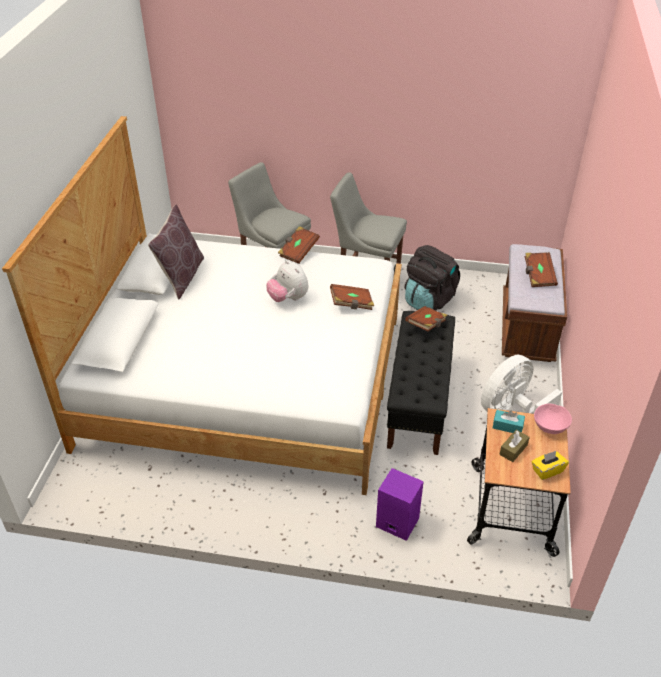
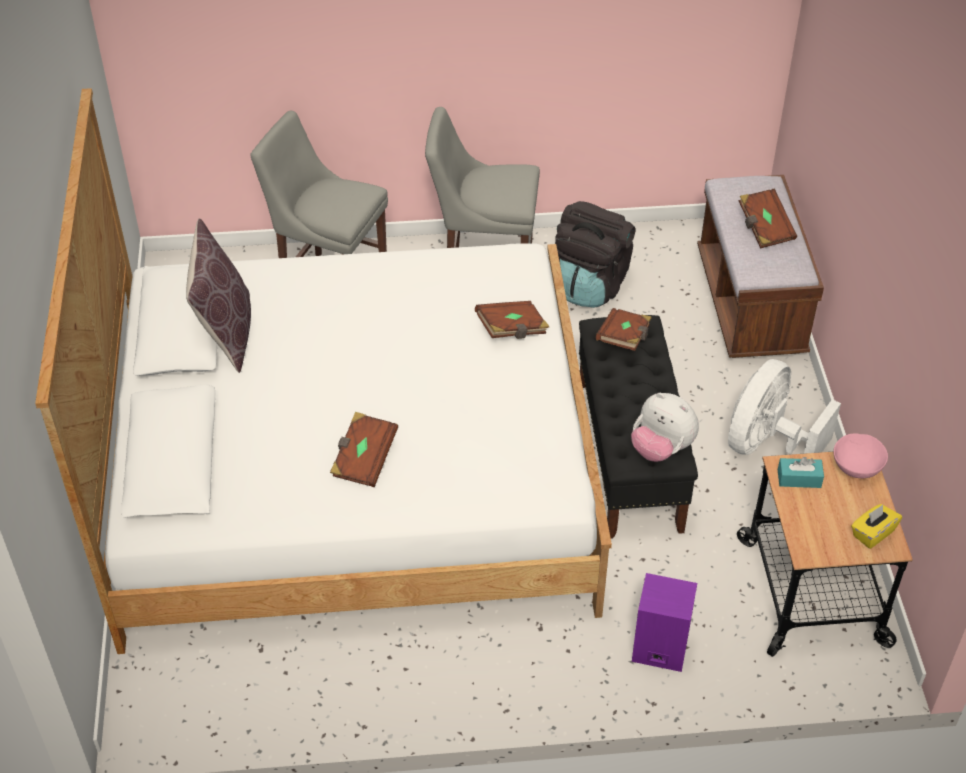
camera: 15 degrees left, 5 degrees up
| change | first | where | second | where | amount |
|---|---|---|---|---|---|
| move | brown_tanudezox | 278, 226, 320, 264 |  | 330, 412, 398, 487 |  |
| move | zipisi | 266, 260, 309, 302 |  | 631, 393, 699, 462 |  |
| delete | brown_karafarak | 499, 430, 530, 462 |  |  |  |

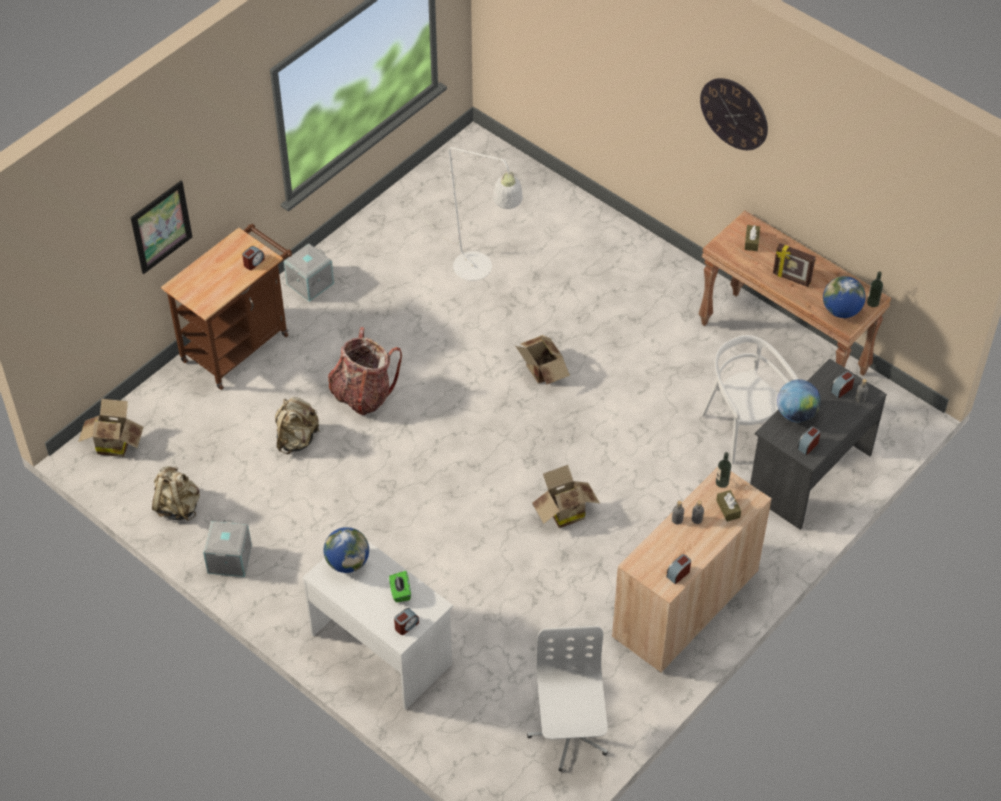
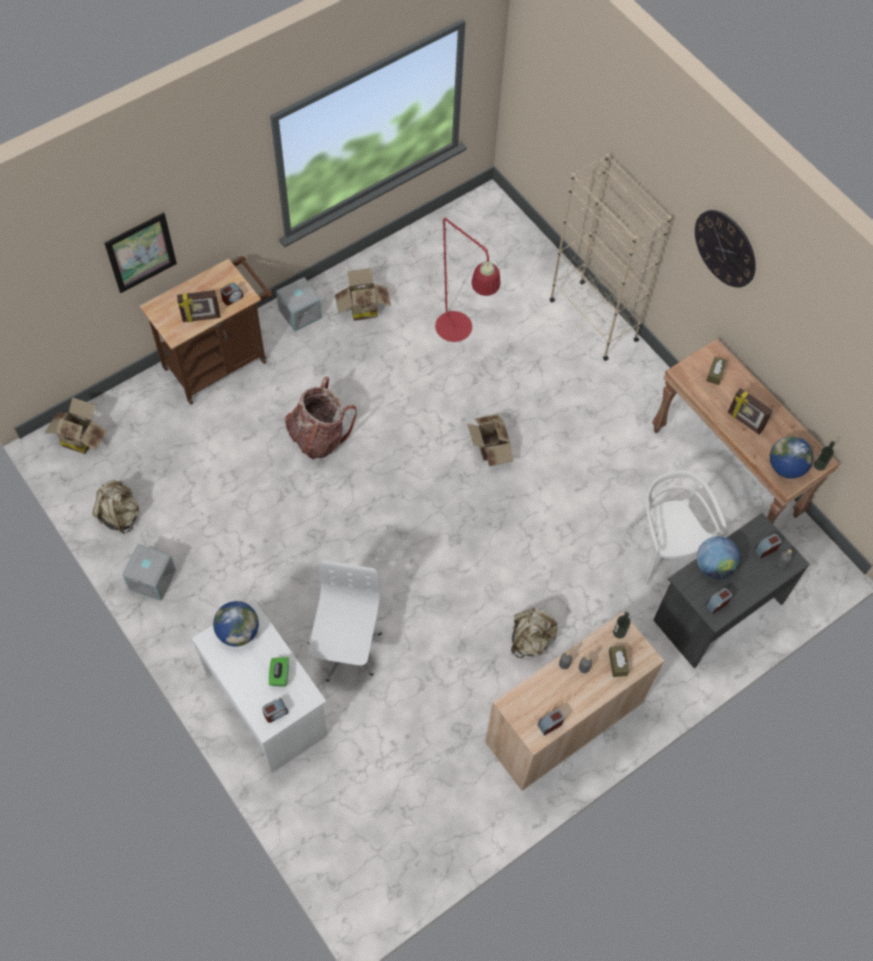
camera: 10 degrees right, 10 degrees up
| change | first | where | second | where | amount |
|---|---|---|---|---|---|
| insert |  |  | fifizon | 177, 290, 220, 322 |  |
| move | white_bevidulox | 527, 625, 608, 772 |  | 308, 560, 382, 682 |  |
| move | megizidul | 532, 465, 600, 528 |  | 335, 268, 391, 321 |  |
| recolor | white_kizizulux | 414, 147, 523, 281 | red_kizizulux | 412, 218, 500, 342 |  |
| move | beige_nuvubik | 275, 397, 320, 454 |  | 511, 608, 558, 658 |  |
| insert |  |  | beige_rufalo | 550, 154, 671, 361 |  |

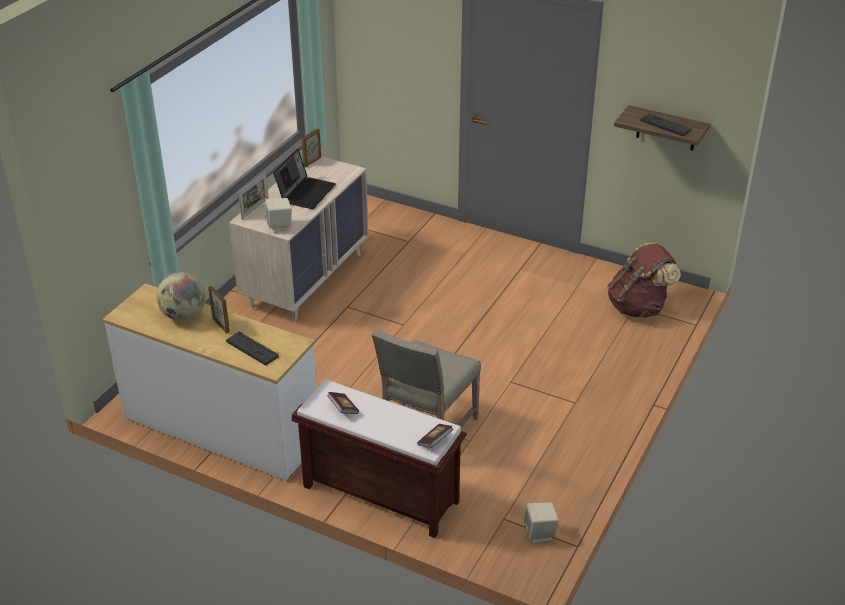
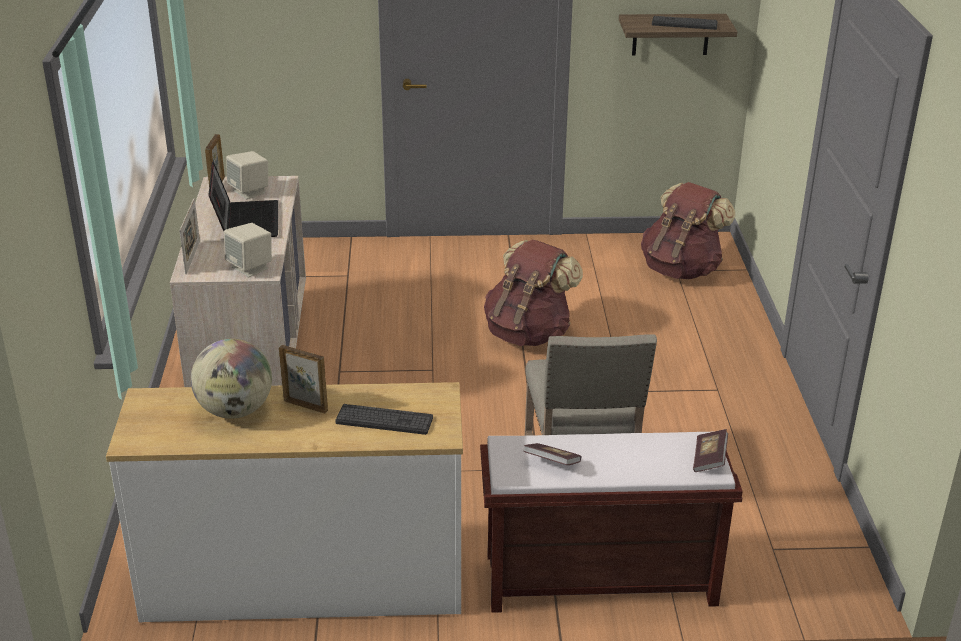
camera: 30 degrees left, 5 degrees down
| change | first | where | second | where | amount |
|---|---|---|---|---|---|
| move | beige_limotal | 524, 503, 559, 543 |  | 226, 151, 268, 199 |  |
| insert |  |  | brown_nuvubik | 484, 240, 583, 346 |  |

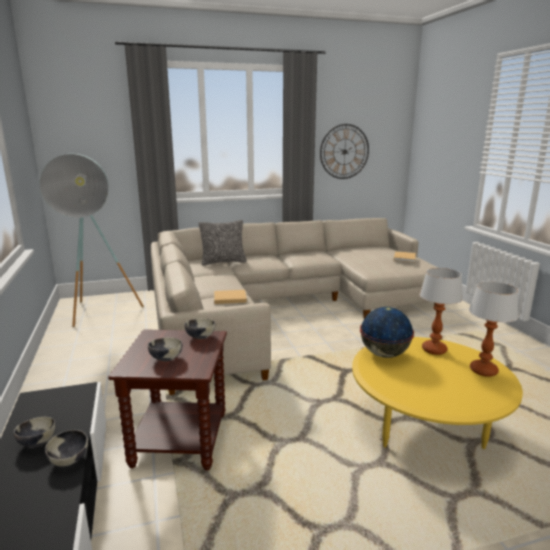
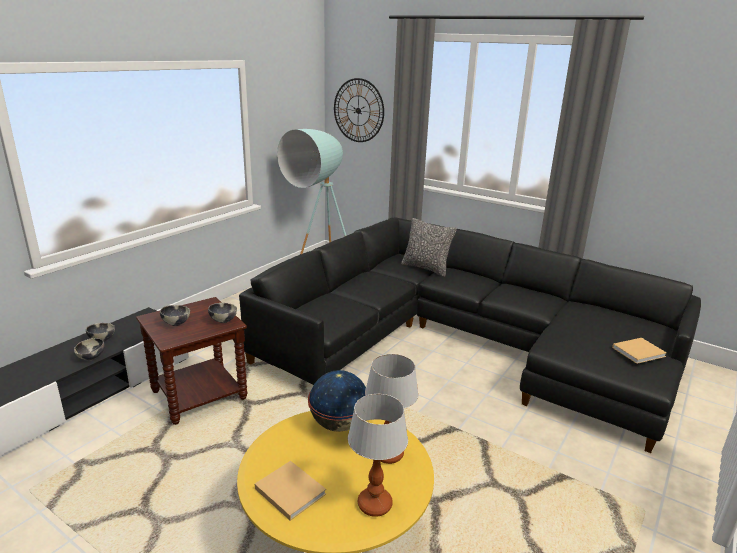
camera: 50 degrees right, 5 degrees up
| change | first | where | second | where | amount |
|---|---|---|---|---|---|
| recolor | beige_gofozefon | 151, 218, 438, 395 | black_gofozefon | 239, 217, 701, 453 |  |
| move | beige_tanudezox | 214, 290, 247, 304 |  | 255, 461, 326, 521 |  |
| move | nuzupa | 320, 124, 369, 179 |  | 334, 78, 384, 142 |  |

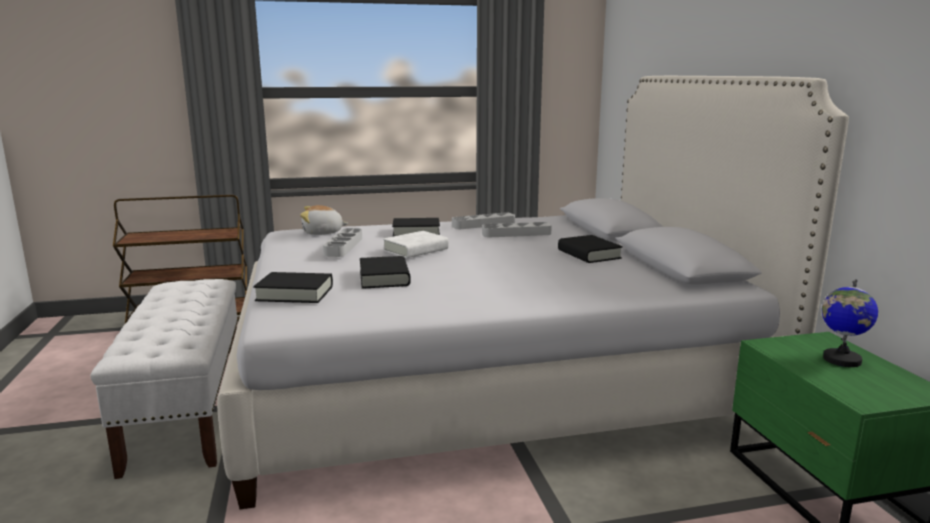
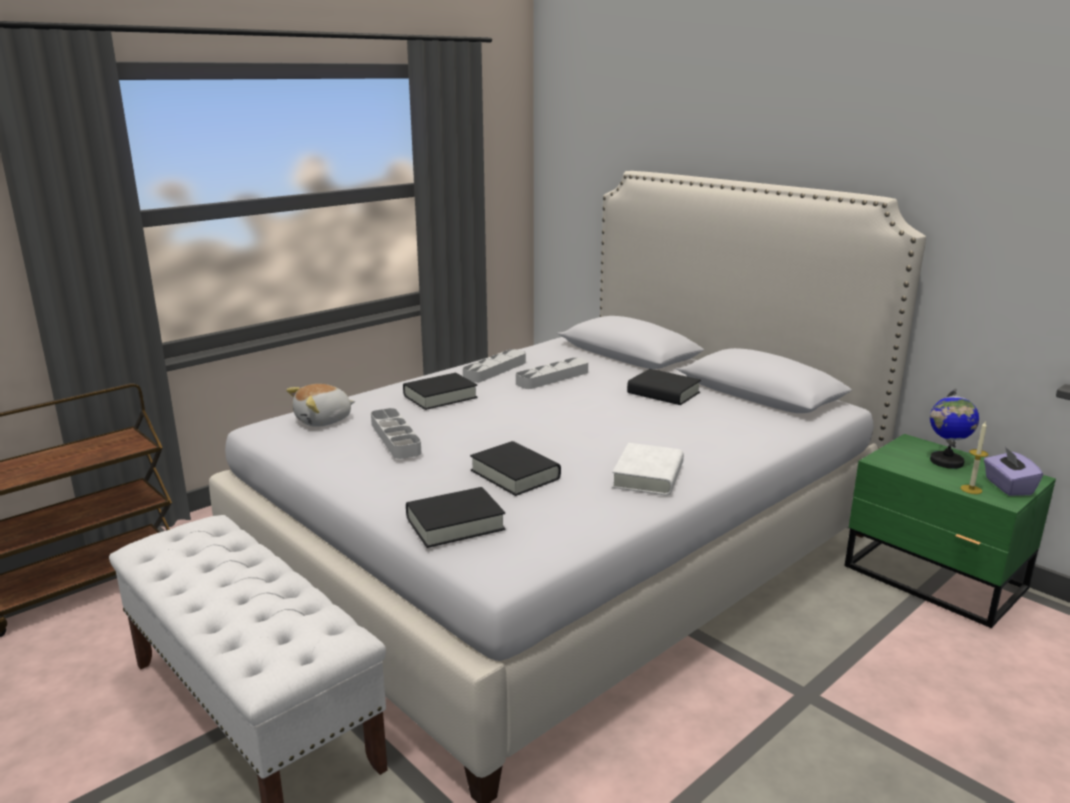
camera: 30 degrees left, 5 degrees up
| change | first | where | second | where | amount |
|---|---|---|---|---|---|
| move | white_tanudezox | 383, 231, 449, 258 |  | 612, 443, 684, 496 |  |
| insert |  |  | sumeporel | 960, 422, 988, 494 |  |
| insert |  |  | purple_karafarak | 984, 447, 1043, 496 |  |

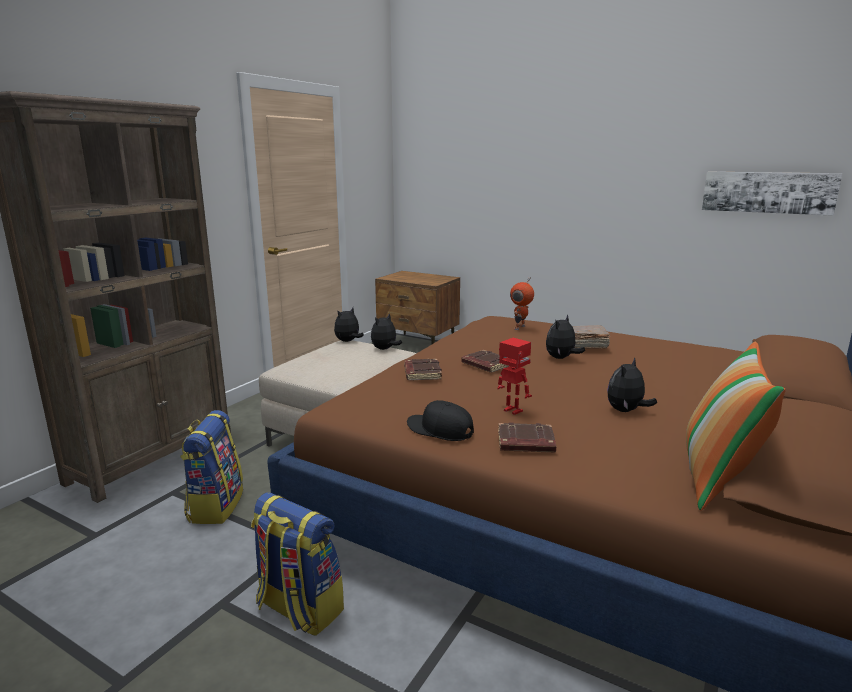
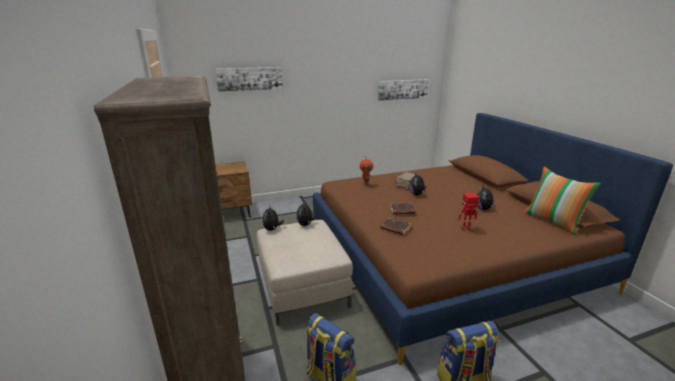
camera: 50 degrees left, 5 degrees up
| change | first | where | second | where | amount |
|---|---|---|---|---|---|
| insert |  |  | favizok | 215, 67, 283, 92 |  |
| delete | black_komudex | 407, 400, 474, 441 |  |  |  |
| delete | brown_tanudezox | 498, 422, 556, 452 |  |  |  |

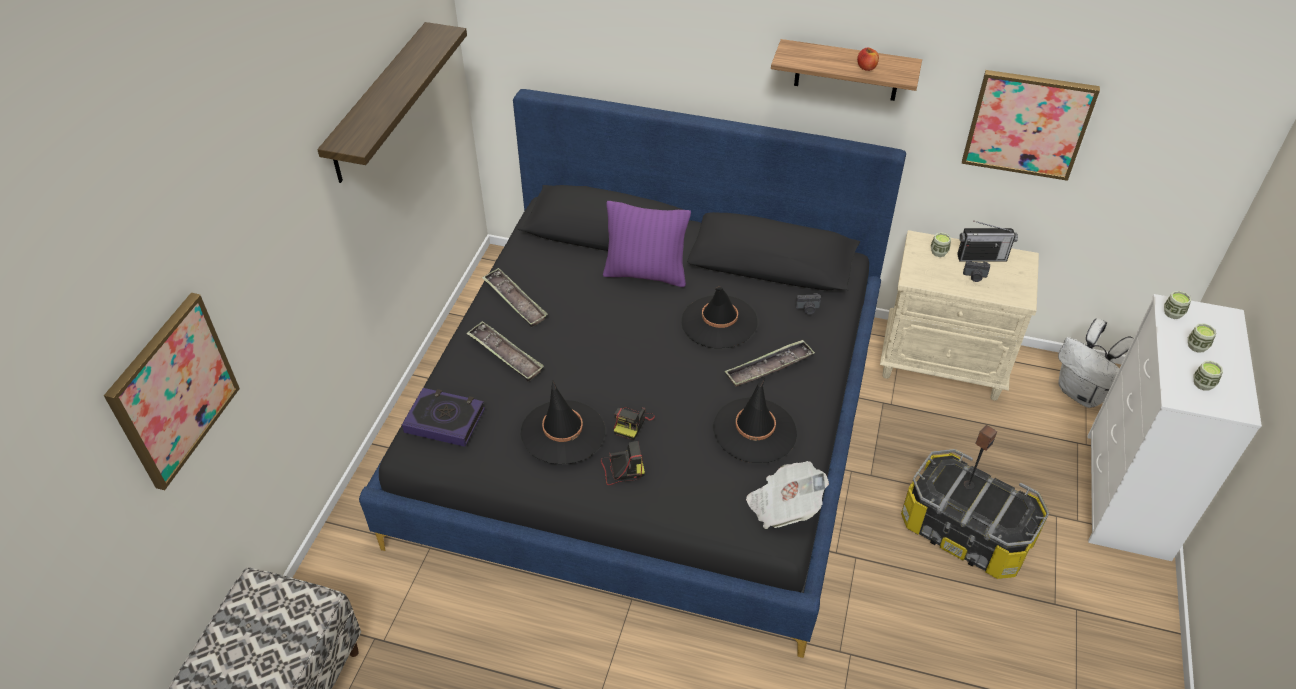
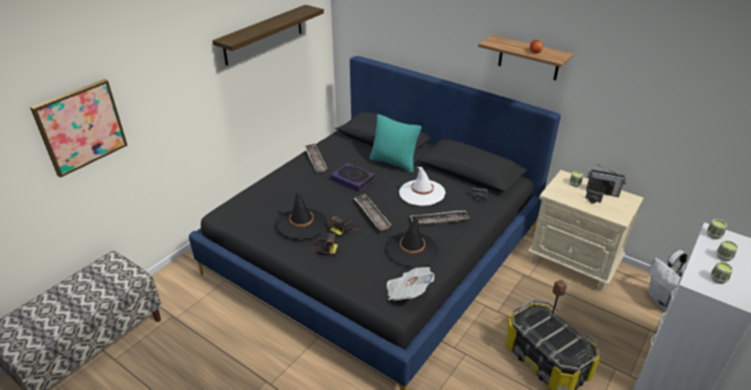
camera: 20 degrees right, 10 degrees down
| change | first | where | second | where | amount |
|---|---|---|---|---|---|
| move | tanudezox | 402, 388, 485, 447 |  | 331, 163, 376, 192 |  |
| move | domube | 466, 321, 544, 381 |  | 354, 194, 392, 232 |  |
| recolor | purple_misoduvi | 603, 201, 691, 287 | turquoise_misoduvi | 370, 114, 422, 173 |  |
| recolor | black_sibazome | 682, 286, 758, 348 | white_sibazome | 399, 167, 445, 206 |  |
| delete | favizok | 962, 70, 1100, 181 |  |  |  |

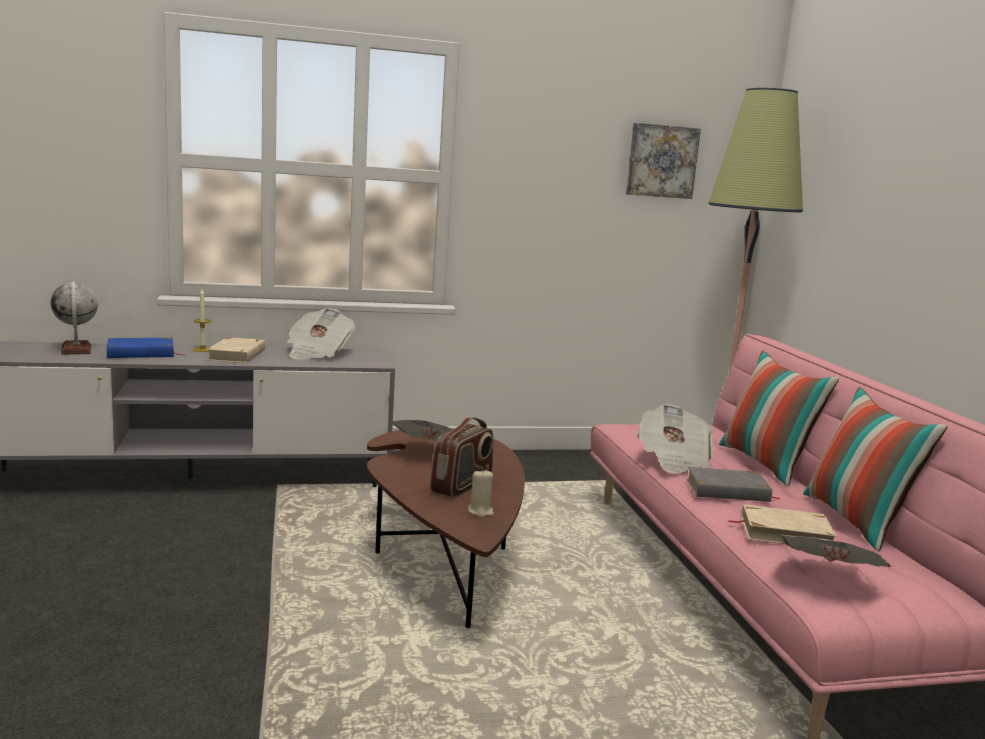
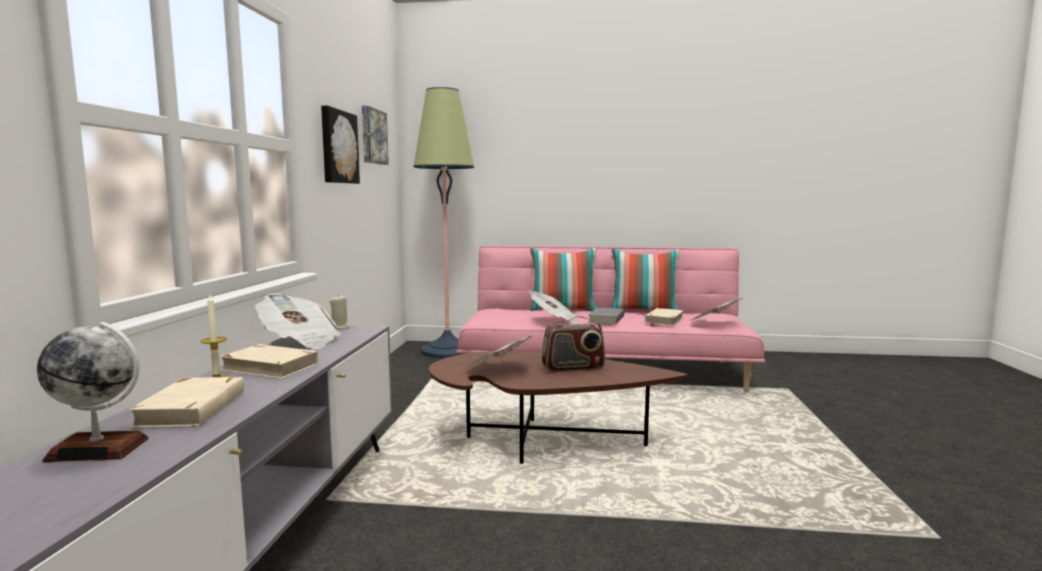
camera: 70 degrees left, 5 degrees down
| change | first | where | second | where | amount |
|---|---|---|---|---|---|
| recolor | blue_tanudezox | 107, 338, 186, 358 | beige_tanudezox | 128, 377, 244, 428 |  |
| insert |  |  | favizok | 321, 106, 360, 184 |  |
| move | beige_sumeporel | 468, 469, 494, 517 |  | 330, 294, 351, 329 |  |
| rotate | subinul | 430, 418, 493, 498 |  | 542, 316, 605, 372 | 120 degrees clockwise |

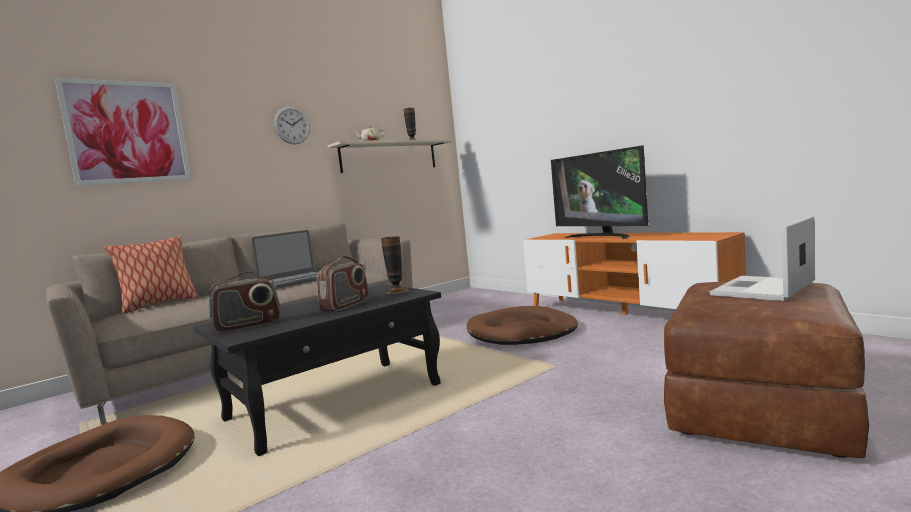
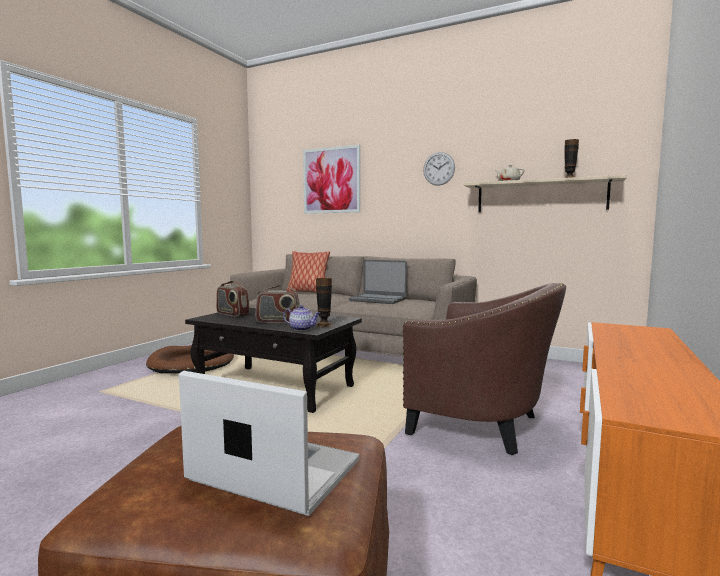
camera: 65 degrees right, 0 degrees up
| change | first | where | second | where | amount |
|---|---|---|---|---|---|
| insert |  |  | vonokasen | 283, 305, 320, 331 |  |
| replace | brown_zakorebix | 467, 306, 578, 345 | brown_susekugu | 403, 283, 566, 455 |  |
| delete | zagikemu | 551, 145, 648, 239 |  |  |  |

